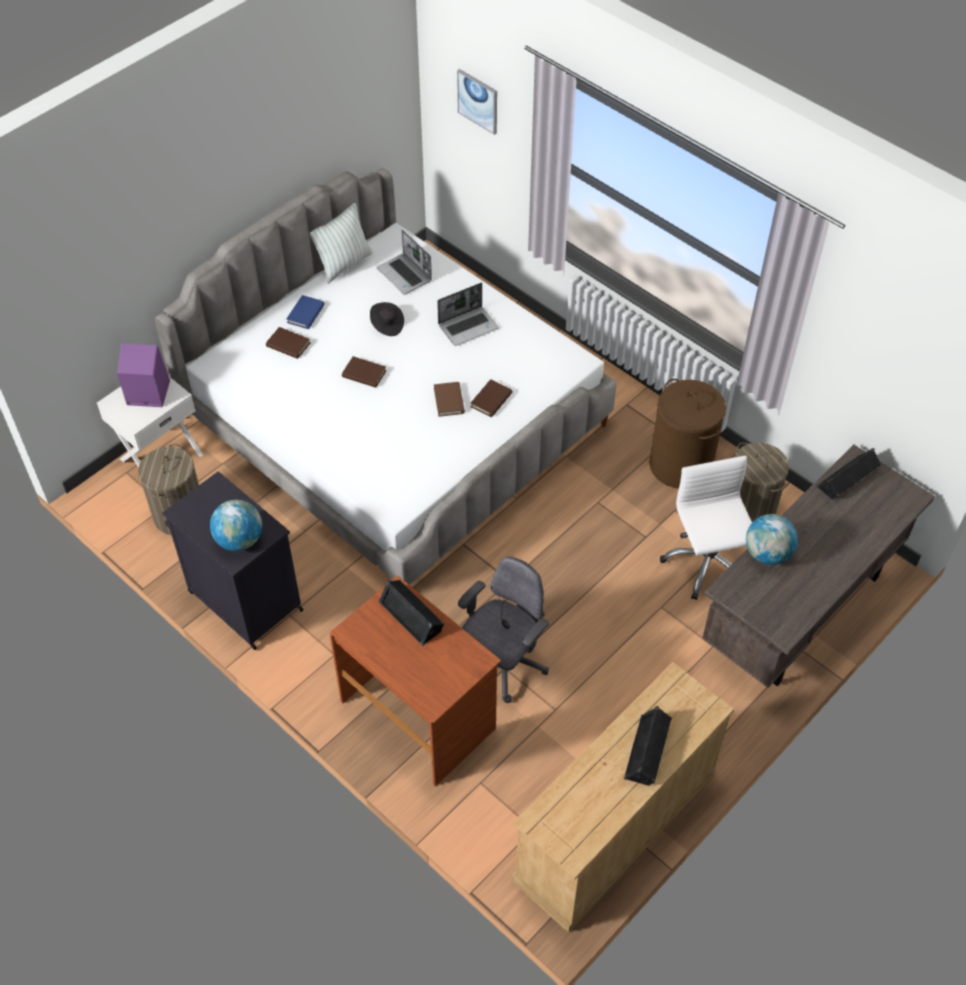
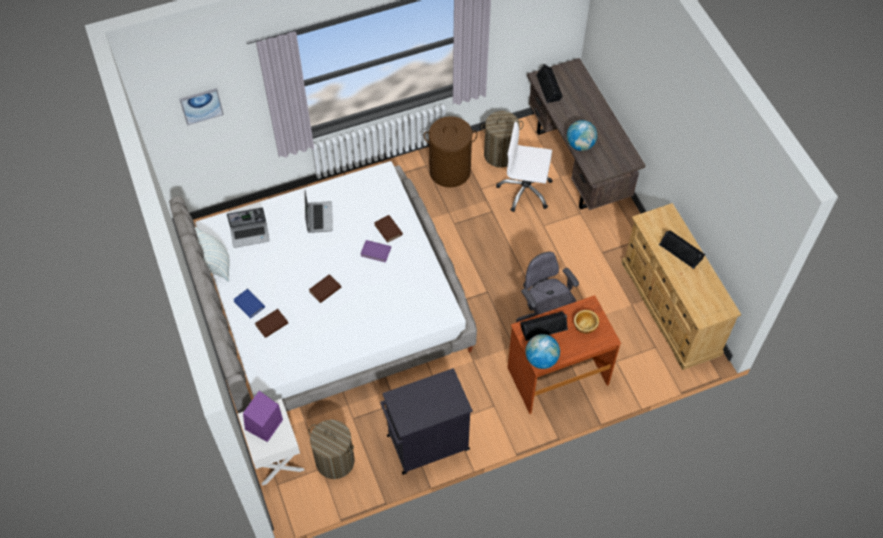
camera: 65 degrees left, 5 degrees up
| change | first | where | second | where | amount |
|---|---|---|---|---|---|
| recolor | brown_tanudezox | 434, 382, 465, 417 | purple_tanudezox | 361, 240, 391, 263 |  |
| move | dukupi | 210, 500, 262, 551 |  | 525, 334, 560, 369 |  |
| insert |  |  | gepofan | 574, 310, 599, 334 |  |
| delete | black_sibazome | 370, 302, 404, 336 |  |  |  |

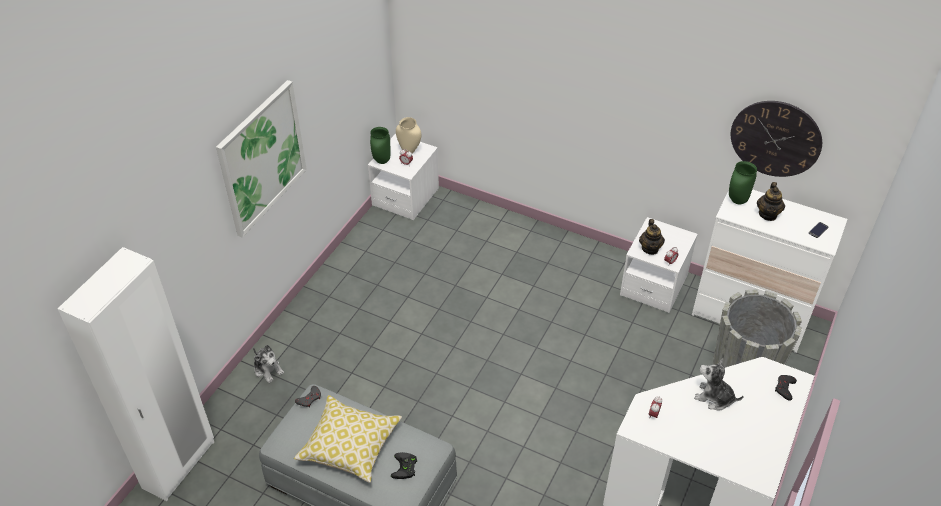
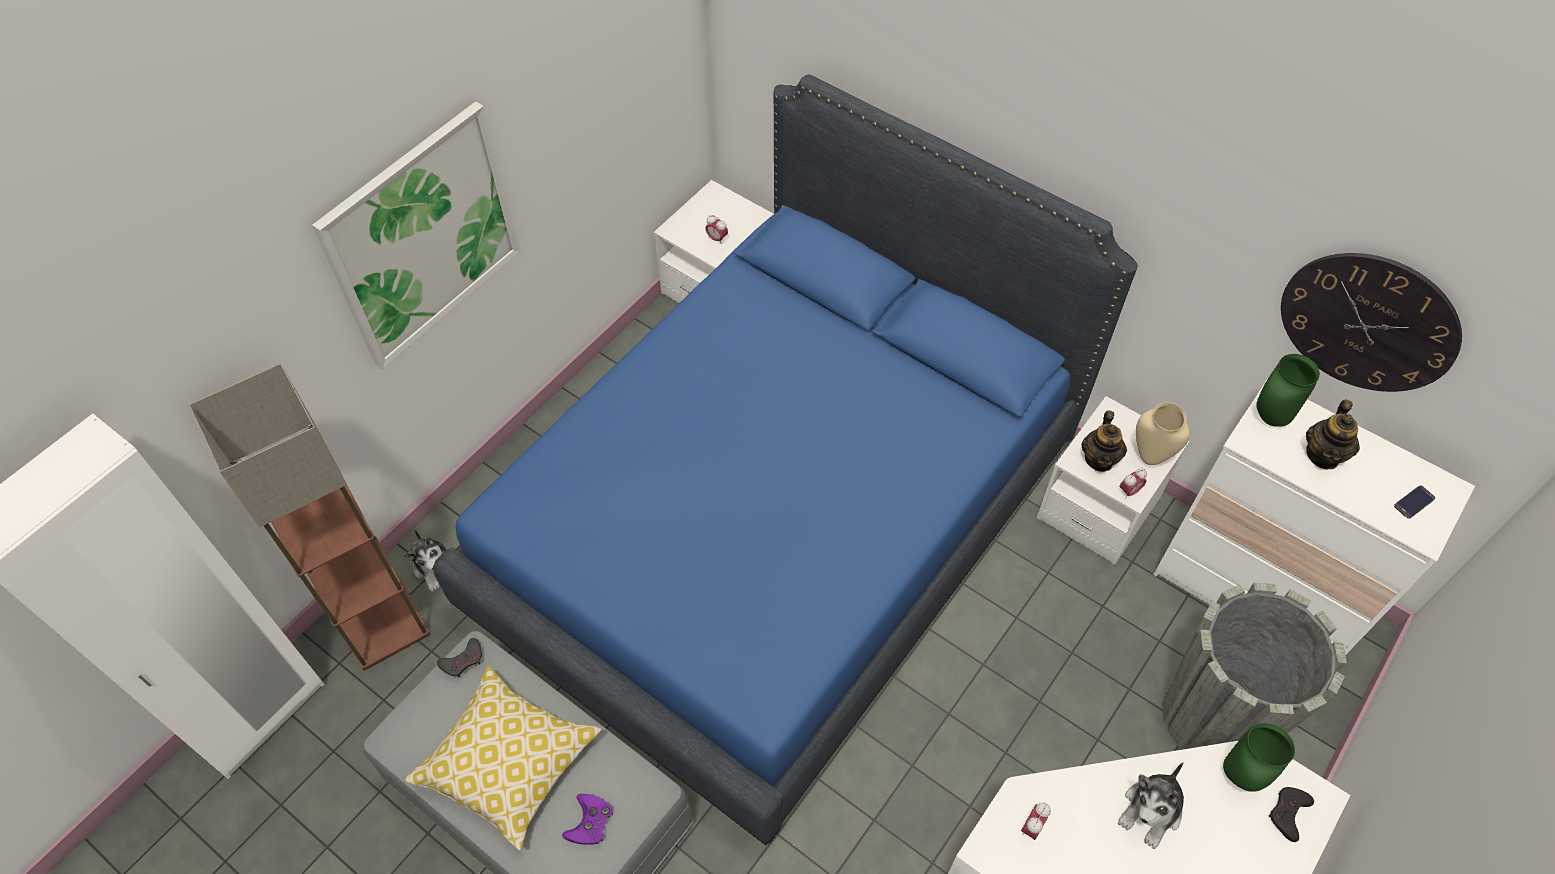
camera: 10 degrees right, 10 degrees up
| change | first | where | second | where | amount |
|---|---|---|---|---|---|
| insert |  |  | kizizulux | 189, 363, 430, 670 |  |
| insert |  |  | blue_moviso | 433, 75, 1138, 845 |  |
| recolor | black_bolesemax | 391, 452, 417, 479 | purple_bolesemax | 562, 794, 613, 845 |  |
| rotate | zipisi | 694, 358, 744, 410 |  | 1118, 762, 1184, 849 | 90 degrees counterclockwise |
| move | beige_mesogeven | 396, 117, 421, 154 |  | 1136, 402, 1190, 465 |  |
| move | green_mesogeven | 370, 127, 390, 164 |  | 1223, 723, 1295, 792 |  |

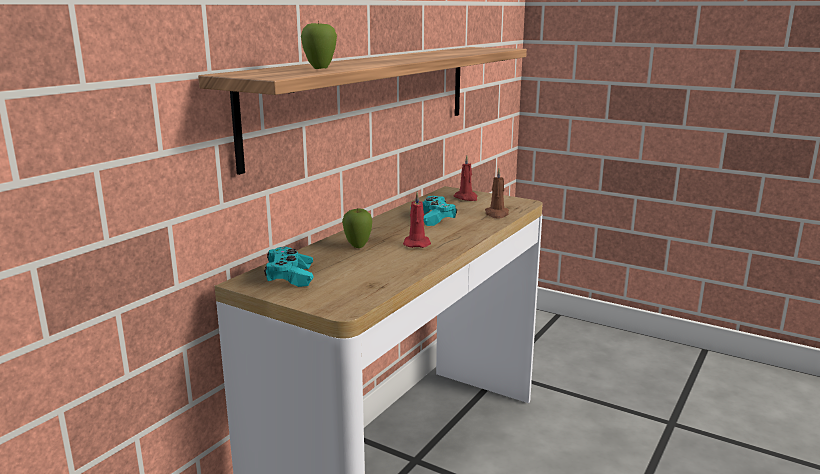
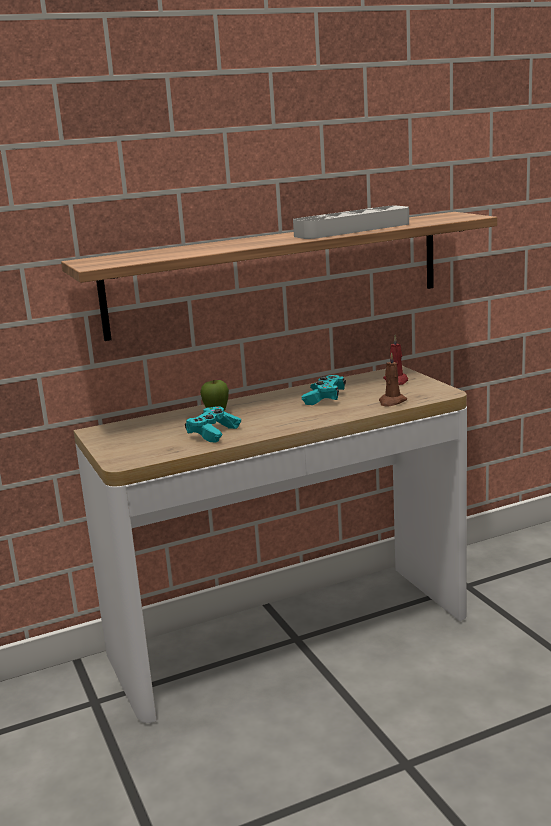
camera: 35 degrees right, 0 degrees up
| change | first | where | second | where | amount |
|---|---|---|---|---|---|
| move | turquoise_bolesemax | 264, 247, 313, 287 |  | 185, 406, 241, 443 |  |
| insert |  |  | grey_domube | 293, 206, 409, 239 |  |
| delete | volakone | 301, 21, 337, 69 |  |  |  |
| delete | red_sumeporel | 403, 192, 431, 248 |  |  |  |

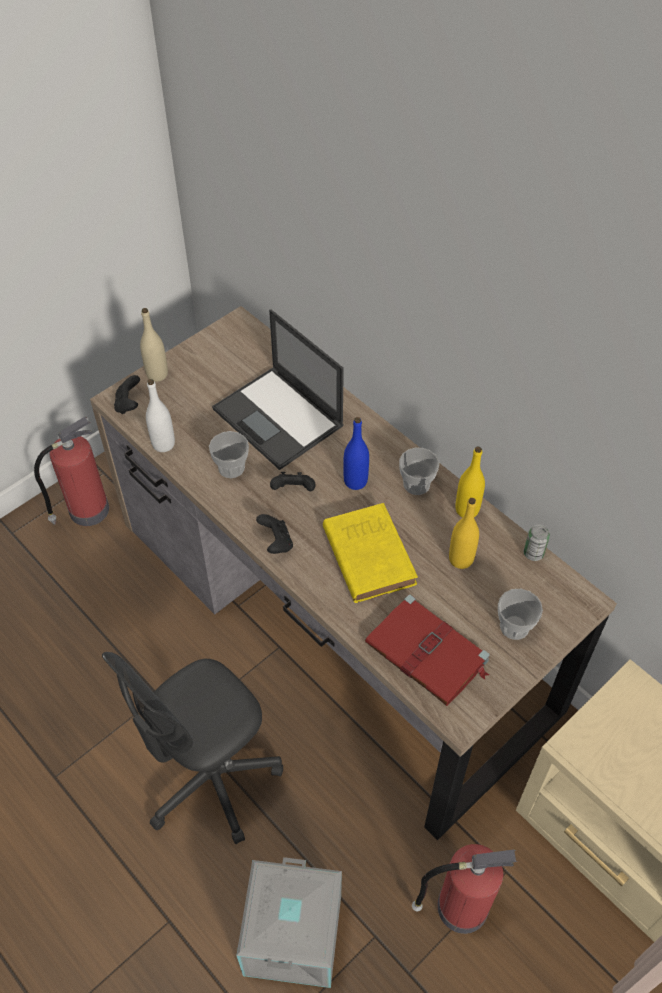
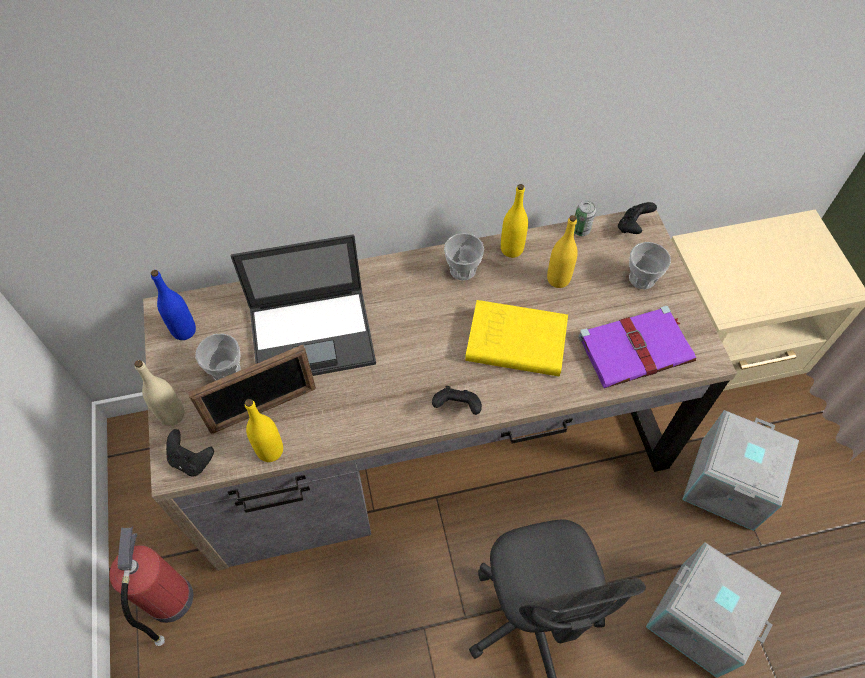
camera: 60 degrees left, 5 degrees up
| change | first | where | second | where | amount |
|---|---|---|---|---|---|
| move | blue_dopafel | 343, 417, 369, 490 |  | 151, 270, 196, 340 |  |
| insert |  |  | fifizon | 188, 345, 316, 434 |  |
| move | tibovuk | 209, 431, 249, 478 |  | 195, 334, 241, 380 |  |
| recolor | white_dopafel | 146, 379, 175, 452 | yellow_dopafel | 245, 399, 283, 462 |  |
| recolor | red_tanudezox | 365, 594, 490, 706 | purple_tanudezox | 578, 306, 696, 388 |  |
| move | black_bolesemax | 270, 472, 315, 492 |  | 618, 202, 657, 234 |  |
| replace | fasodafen | 412, 844, 518, 934 | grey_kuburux | 682, 410, 799, 531 |  |

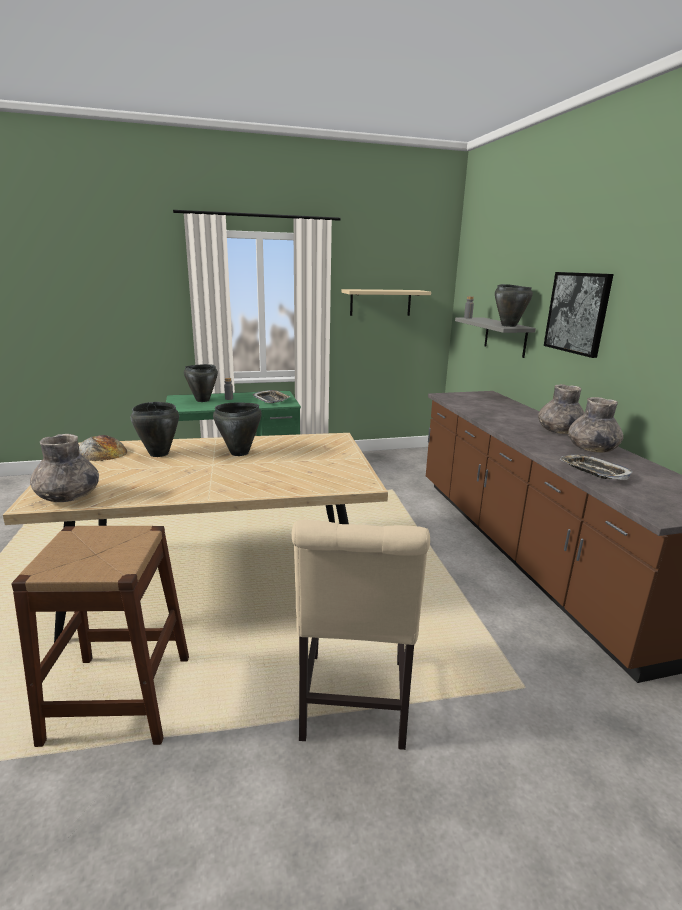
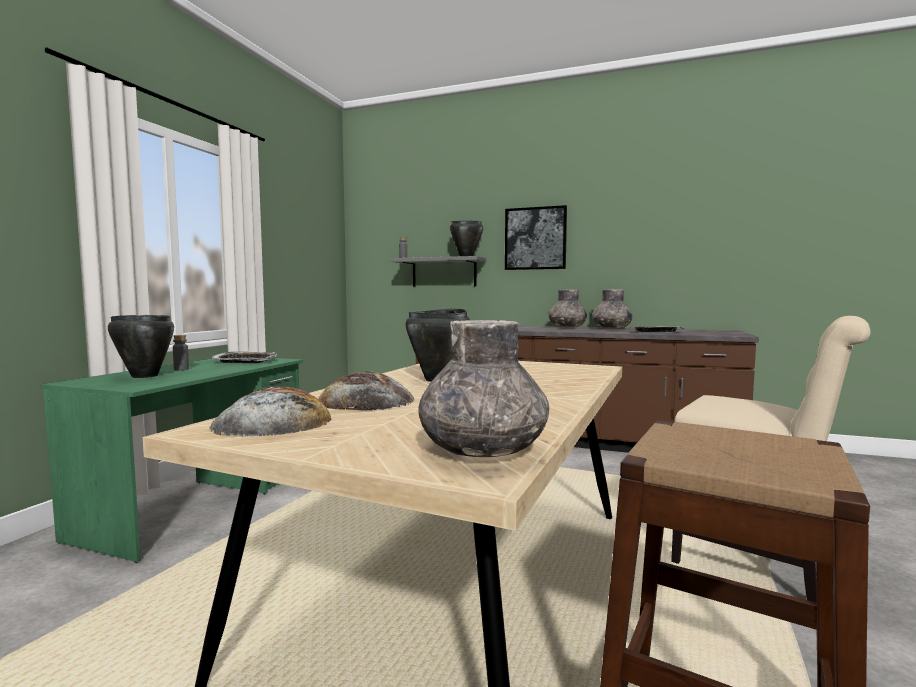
camera: 55 degrees left, 15 degrees down
| change | first | where | second | where | amount |
|---|---|---|---|---|---|
| replace | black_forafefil | 130, 402, 179, 457 | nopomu | 318, 371, 414, 410 |  |
| delete | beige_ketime | 341, 289, 431, 316 |  |  |  |

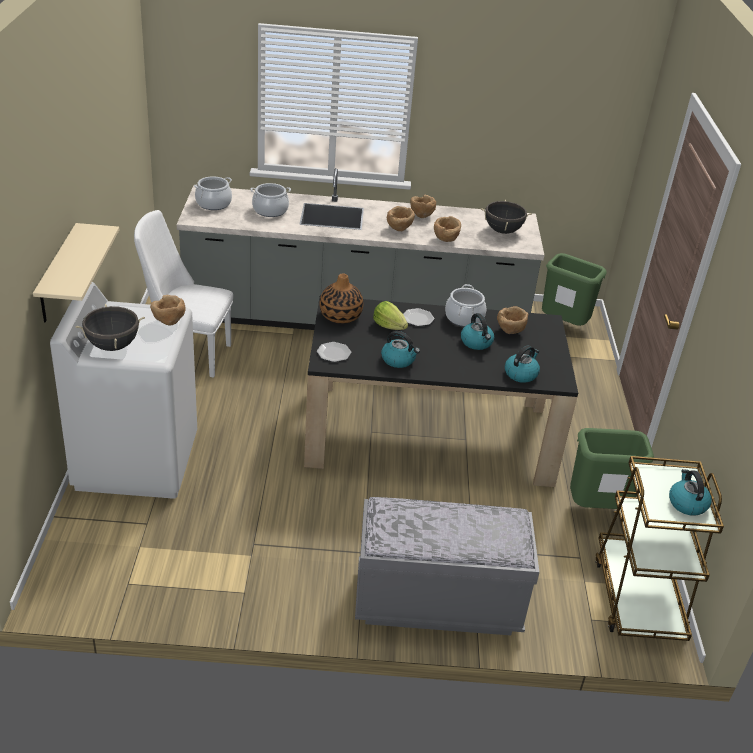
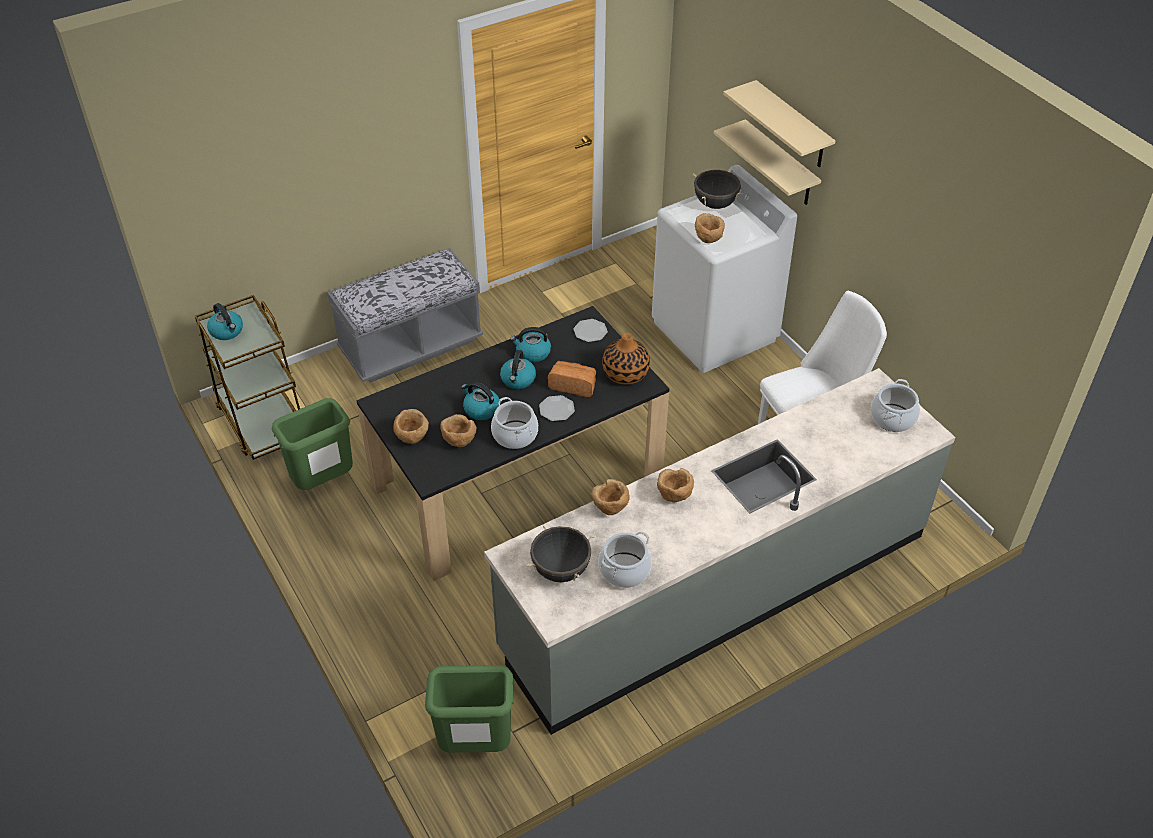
camera: 150 degrees right, 10 degrees up
| change | first | where | second | where | amount |
|---|---|---|---|---|---|
| move | brown_gepofan | 410, 195, 436, 218 |  | 394, 409, 429, 444 |  |
| move | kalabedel | 505, 345, 540, 383 |  | 500, 350, 536, 389 |  |
| replace | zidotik | 373, 301, 408, 330 | nopomu | 548, 361, 596, 397 |  |
| move | forafefil | 250, 183, 291, 217 |  | 598, 531, 652, 588 |  |
| insert |  |  | beige_ketime | 723, 80, 835, 167 |  |

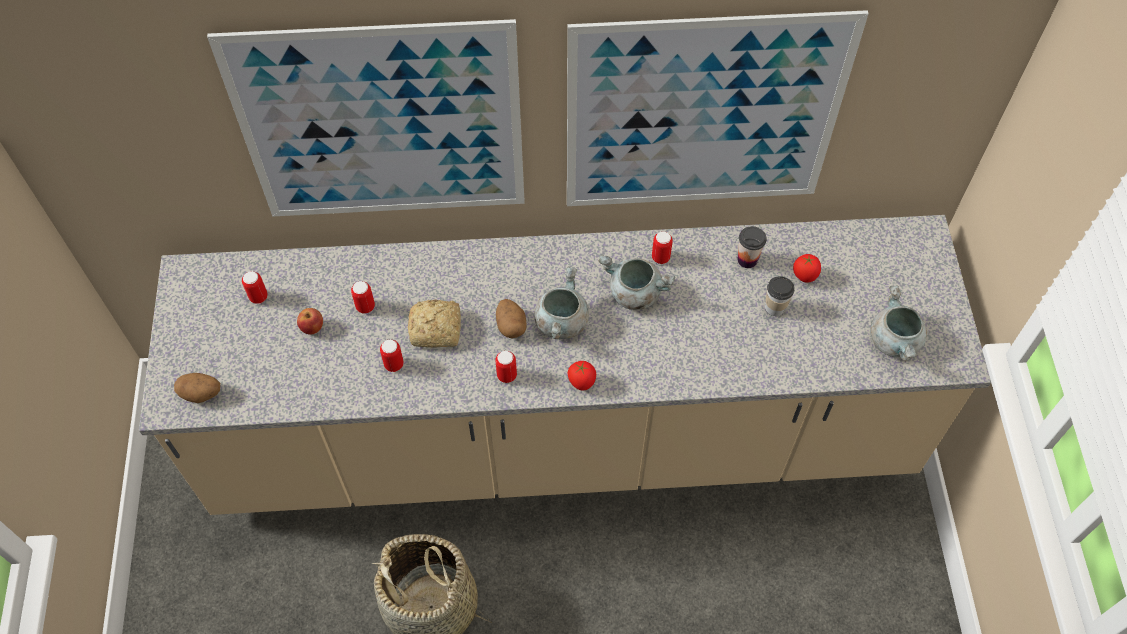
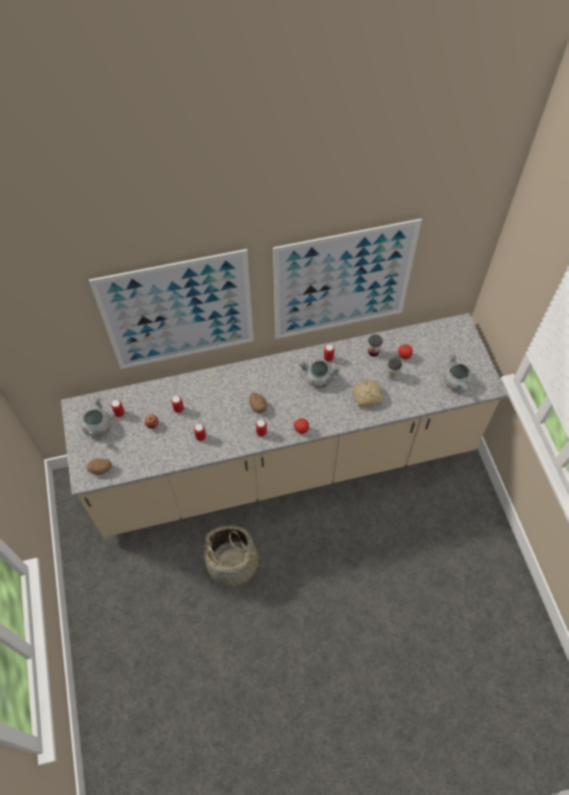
camera: 10 degrees left, 0 degrees up
| change | first | where | second | where | amount |
|---|---|---|---|---|---|
| move | grey_forafefil | 534, 267, 589, 339 |  | 81, 397, 111, 437 |  |
| move | nopomu | 408, 299, 461, 348 |  | 353, 381, 383, 407 |  |

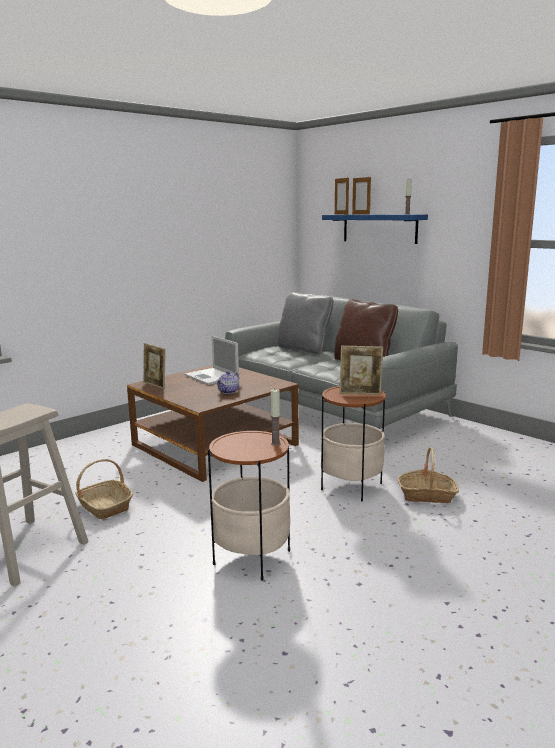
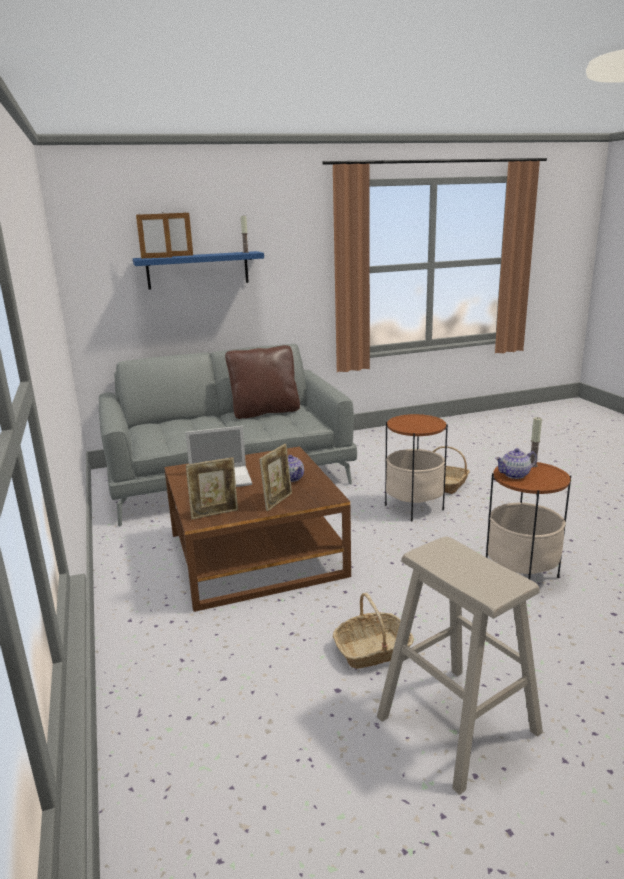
camera: 65 degrees left, 5 degrees up
| change | first | where | second | where | amount |
|---|---|---|---|---|---|
| move | fifizon | 339, 345, 383, 395 |  | 259, 444, 292, 511 |  |
| insert |  |  | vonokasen | 495, 448, 537, 479 |  |
| delete | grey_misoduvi | 278, 292, 333, 354 |  |  |  |

